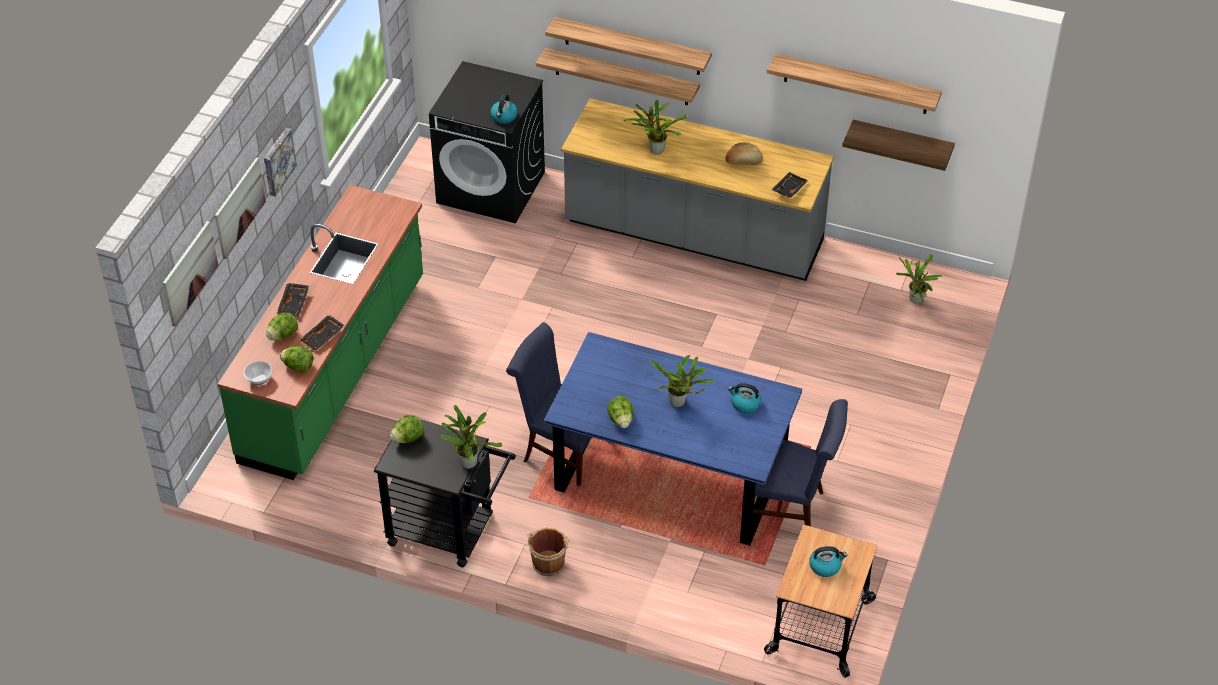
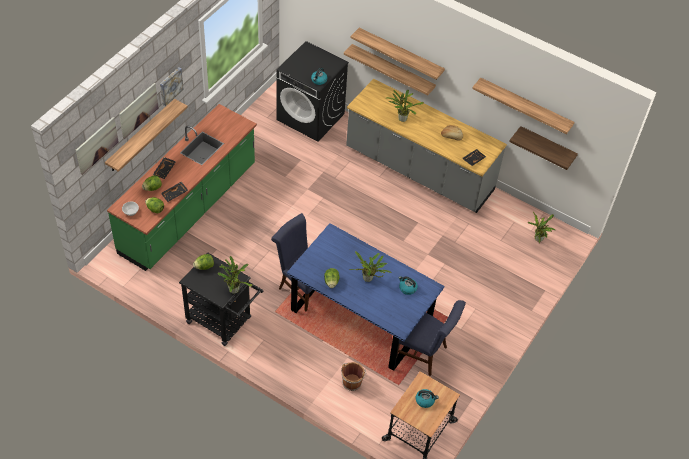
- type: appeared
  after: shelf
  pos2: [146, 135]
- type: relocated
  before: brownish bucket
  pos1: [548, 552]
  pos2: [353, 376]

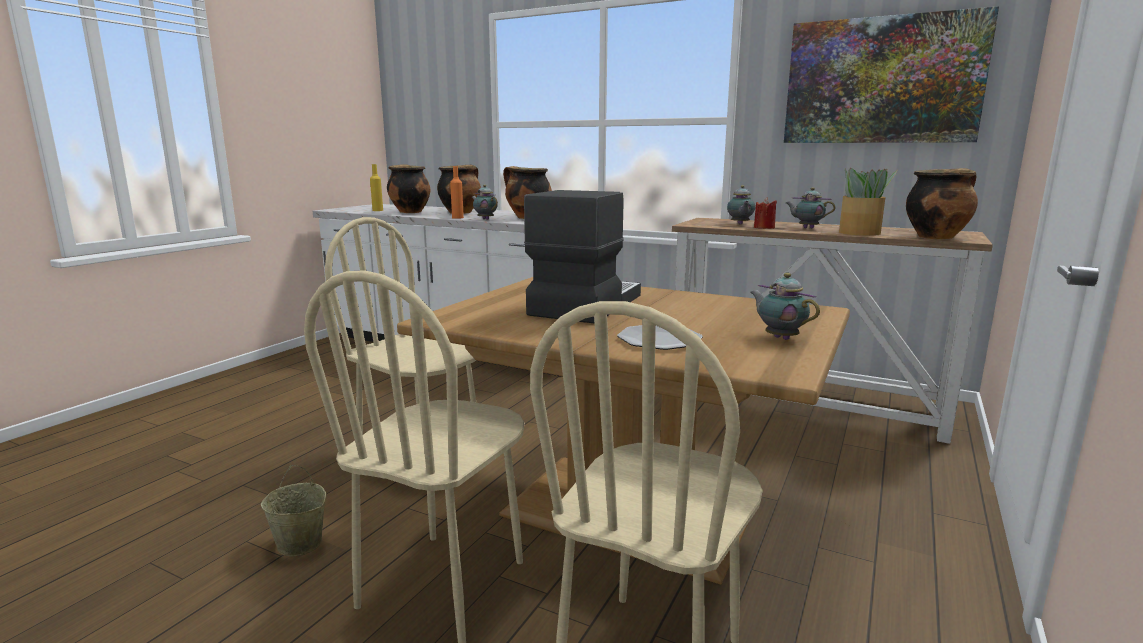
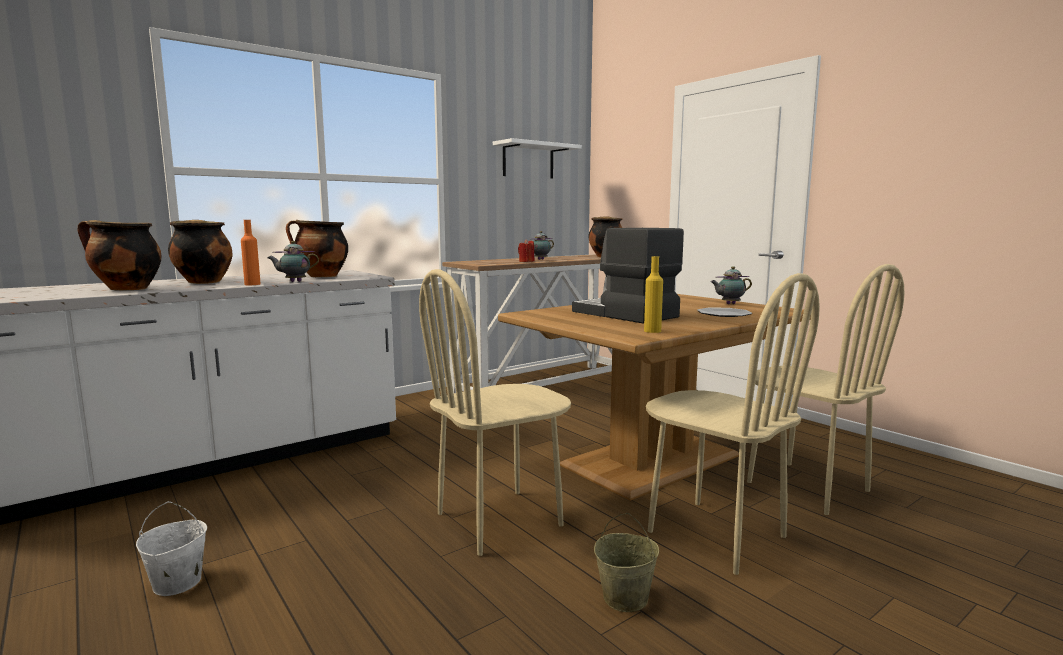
- type: appeared
  after: white bucket
  pos2: [171, 548]
- type: exchanged
  before: wall picture
  after: white shelf
  pos1: [891, 74]
  pos2: [537, 158]
- type: relocated
  before: yellowish beverage bottle
  pos1: [376, 187]
  pos2: [653, 294]
- type: missing
  before: tea pot
  pos1: [741, 205]
- type: missing
  before: plant in a pot
  pos1: [868, 202]

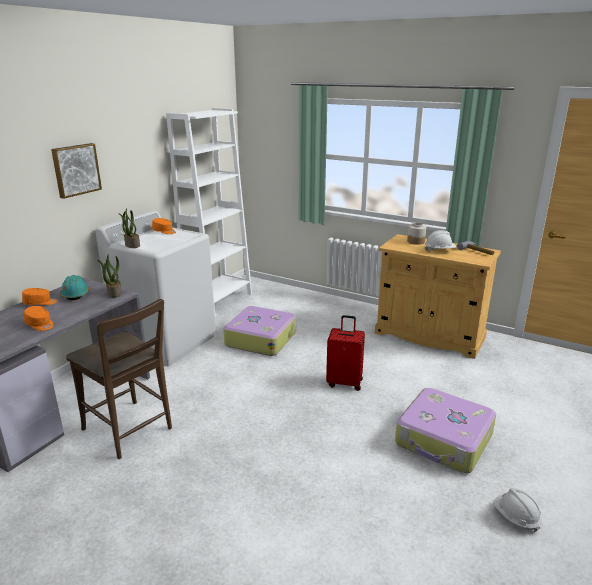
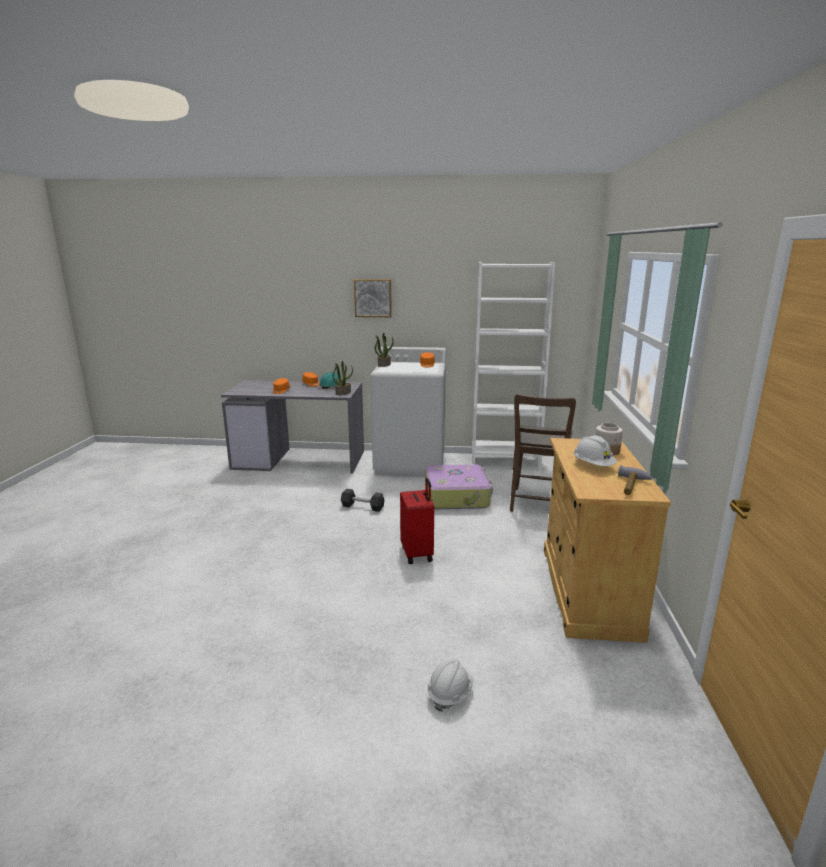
- type: appeared
  after: greyish free weight
  pos2: [363, 500]
- type: relocated
  before: white safety helmet
  pos1: [517, 510]
  pos2: [451, 685]
- type: relocated
  before: brownish upright chair
  pos1: [119, 379]
  pos2: [543, 453]
- type: missing
  before: suitcase
  pos1: [445, 430]

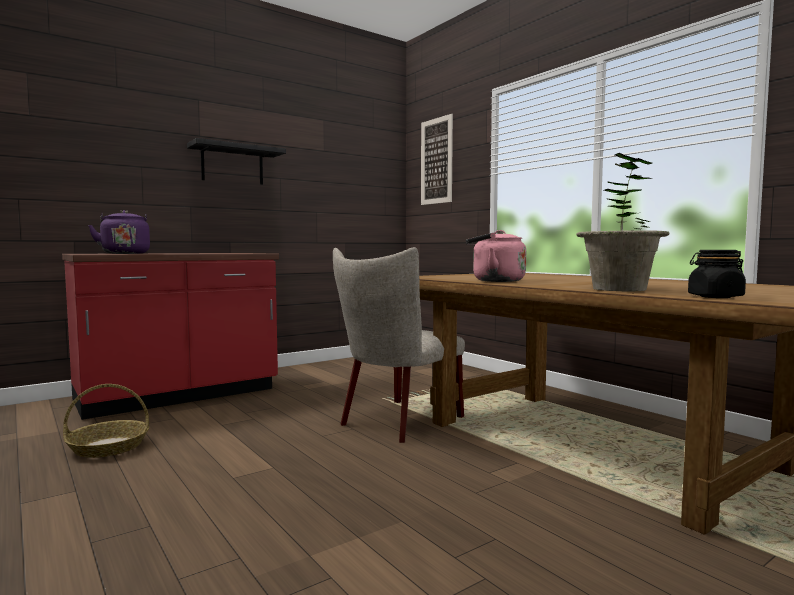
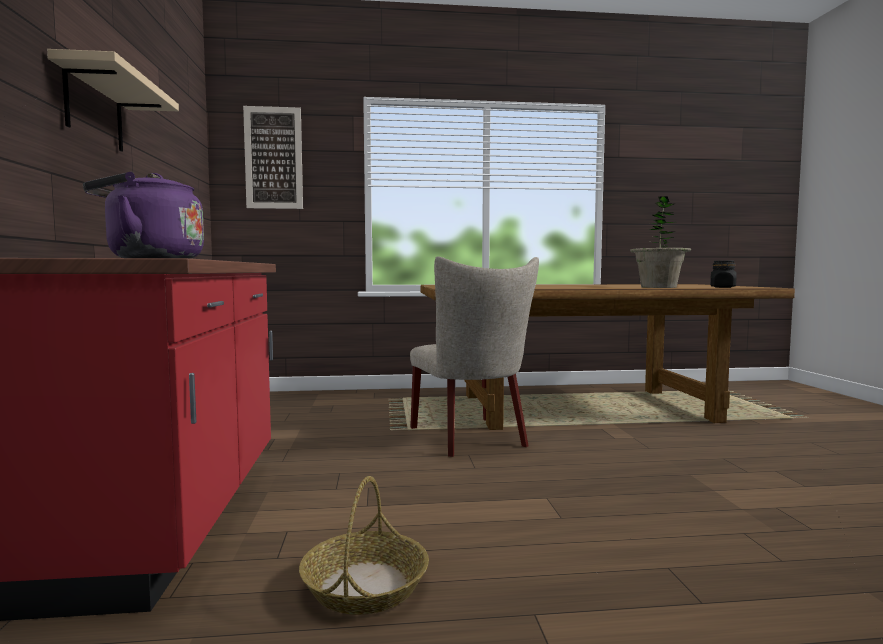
- type: colour
  before: black-coloured shelf
  after: beige shelf
  pos1: [236, 161]
  pos2: [113, 100]
- type: missing
  before: pink-coloured tea kettle
  pos1: [496, 256]

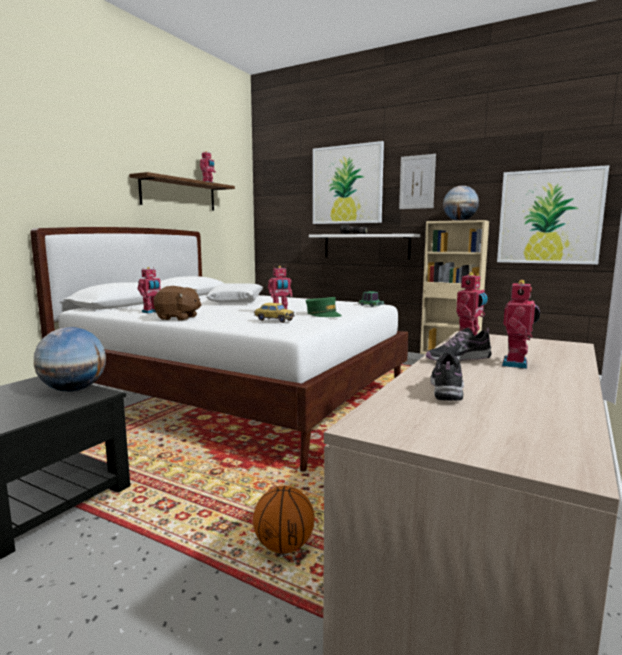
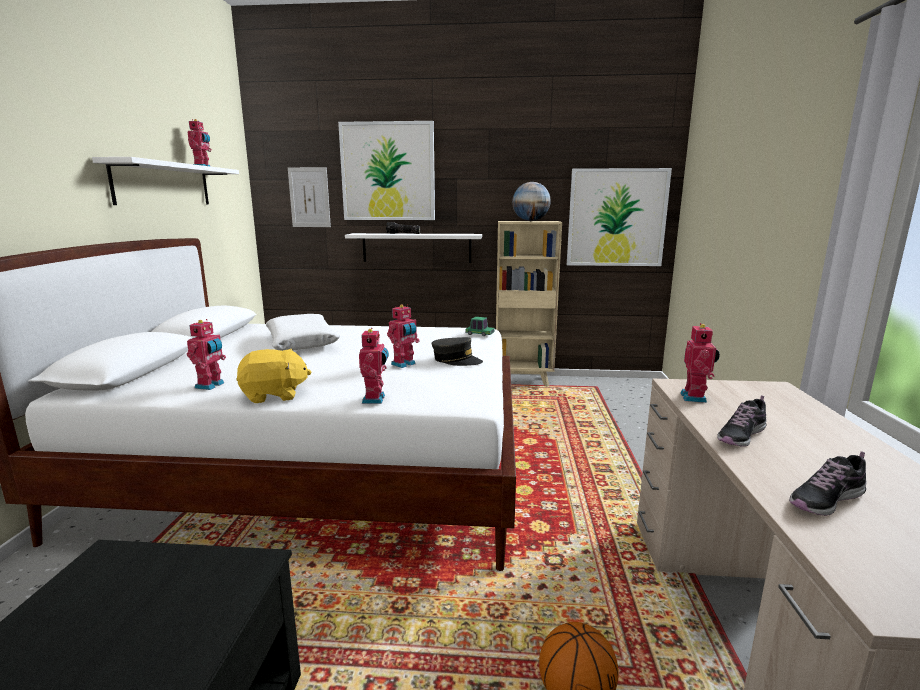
- type: colour
  before: brownish shelf
  after: white shelf
  pos1: [182, 191]
  pos2: [165, 181]
- type: colour
  before: brownish cuddly toy
  after: yellowish cuddly toy
  pos1: [177, 303]
  pos2: [273, 376]
- type: relocated
  before: wall picture
  pos1: [417, 181]
  pos2: [309, 197]
- type: relocated
  before: robot figure
  pos1: [521, 324]
  pos2: [374, 366]
- type: colour
  before: greenish peaked cap
  after: greyish peaked cap
  pos1: [324, 307]
  pos2: [457, 351]
- type: spun
  before: shoe
  pos1: [447, 377]
  pos2: [828, 483]
  turn: -105
- type: missing
  before: desk globe
  pos1: [70, 359]
- type: missing
  before: miniature car
  pos1: [274, 313]

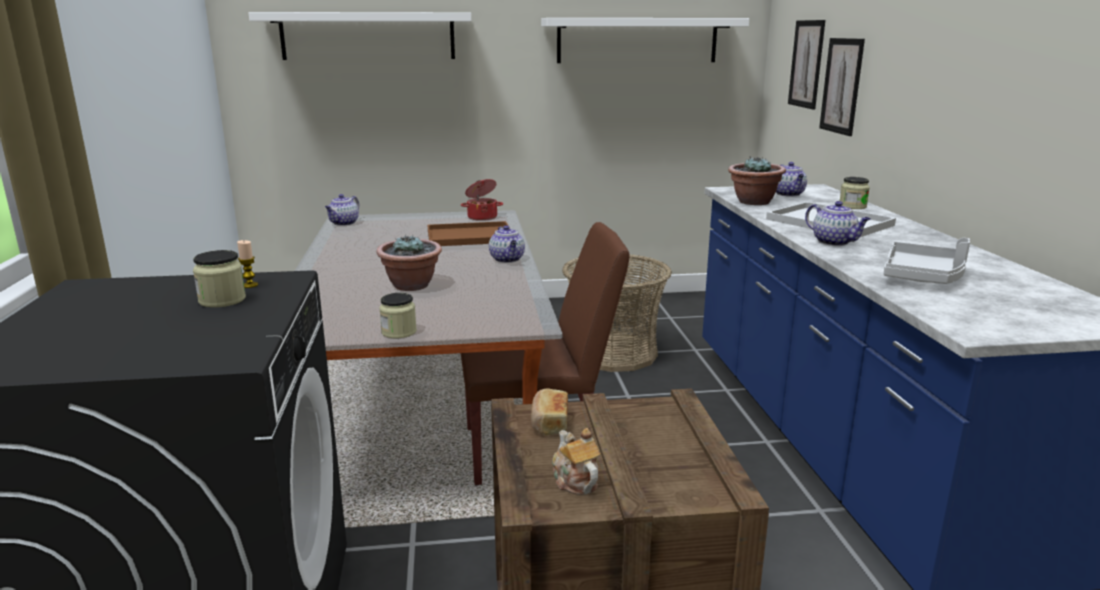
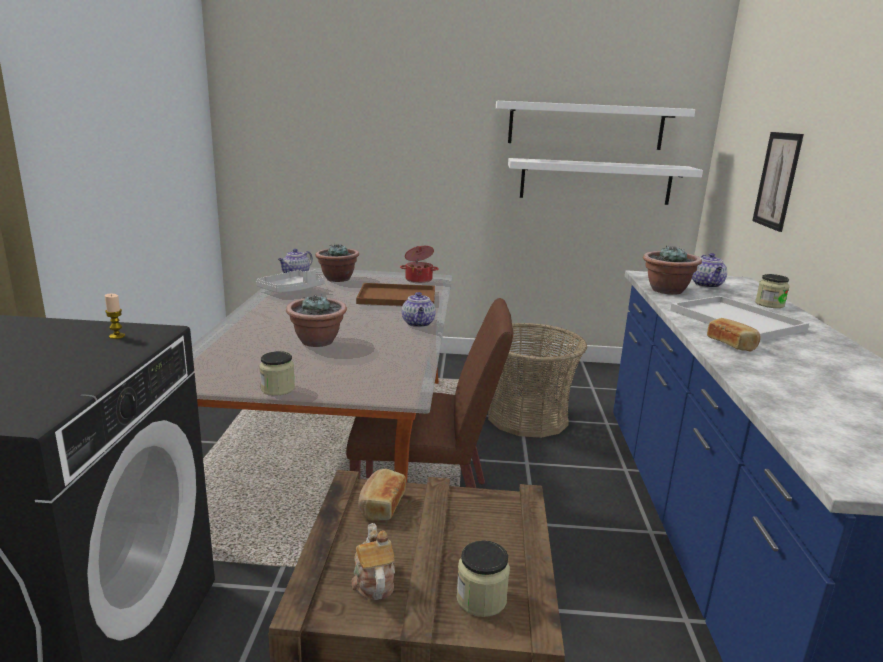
- type: relocated
  before: greyish tray
  pos1: [927, 261]
  pos2: [290, 281]
- type: appeared
  after: plant in a pot
  pos2: [337, 263]
- type: relocated
  before: preserve jar
  pos1: [219, 279]
  pos2: [483, 578]
- type: relocated
  before: white shelf
  pos1: [359, 36]
  pos2: [605, 181]
- type: exchanged
  before: tea pot
  after: baked bread
  pos1: [838, 223]
  pos2: [734, 334]
- type: missing
  before: wall picture
  pos1: [806, 64]

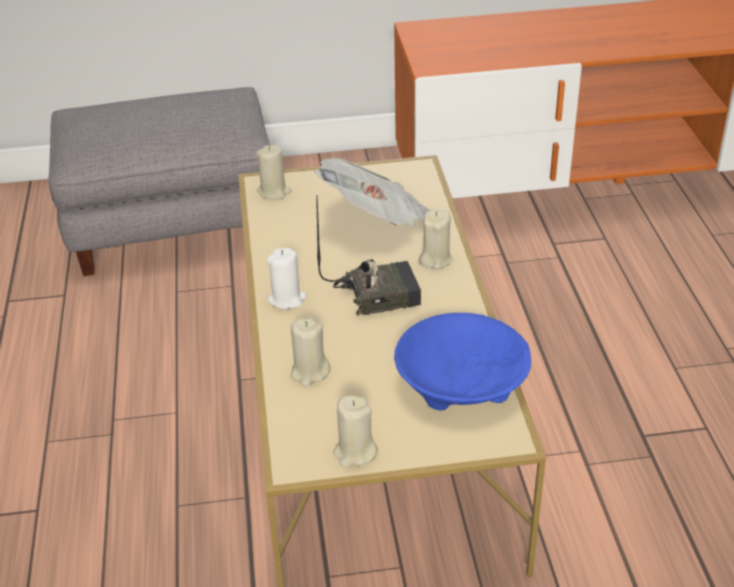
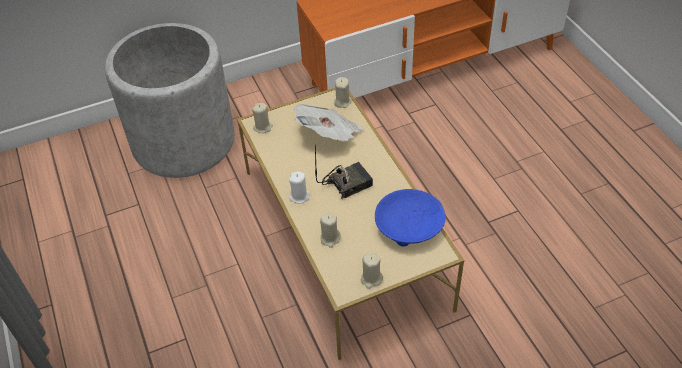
- type: exchanged
  before: greyish ottoman
  after: greyish flower pot
  pos1: [159, 181]
  pos2: [170, 100]
- type: relocated
  before: beige wax candle
  pos1: [436, 238]
  pos2: [342, 92]

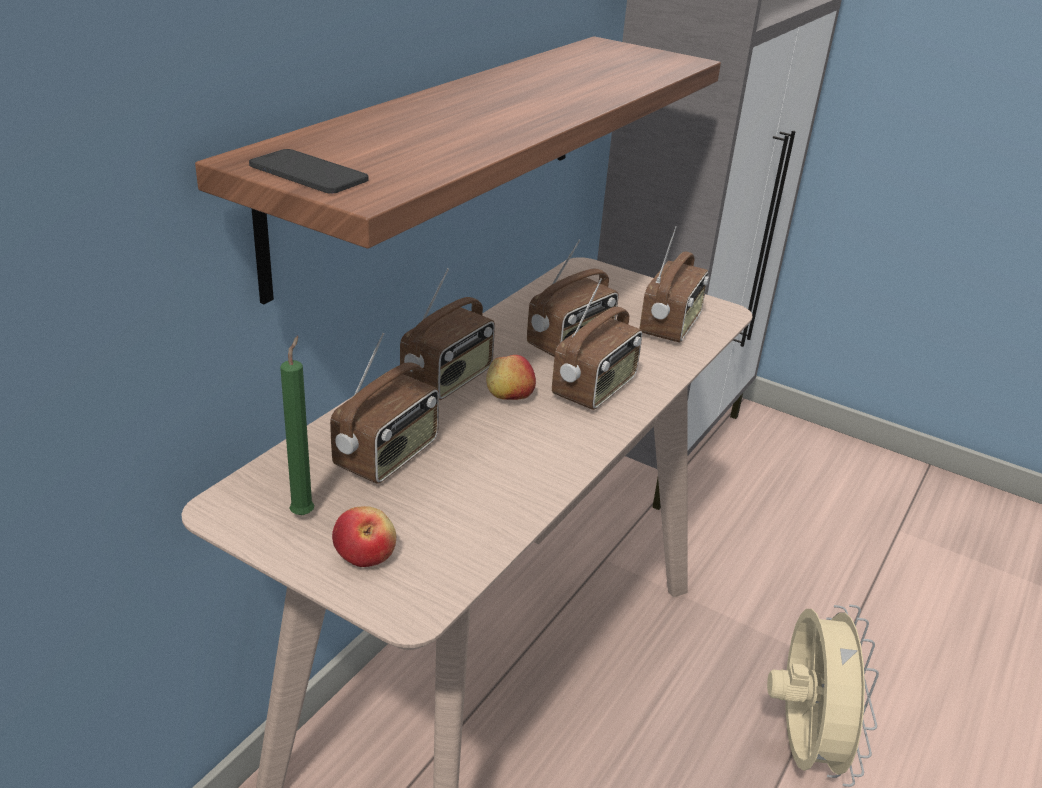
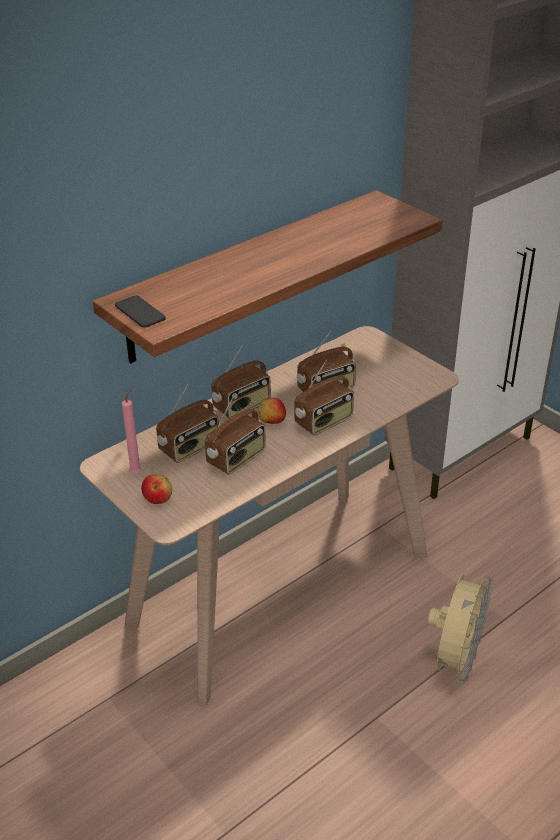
- type: colour
  before: greenish wax candle
  after: pink-coloured wax candle
  pos1: [297, 425]
  pos2: [132, 431]
- type: relocated
  before: radio receiver
  pos1: [674, 284]
  pos2: [235, 434]

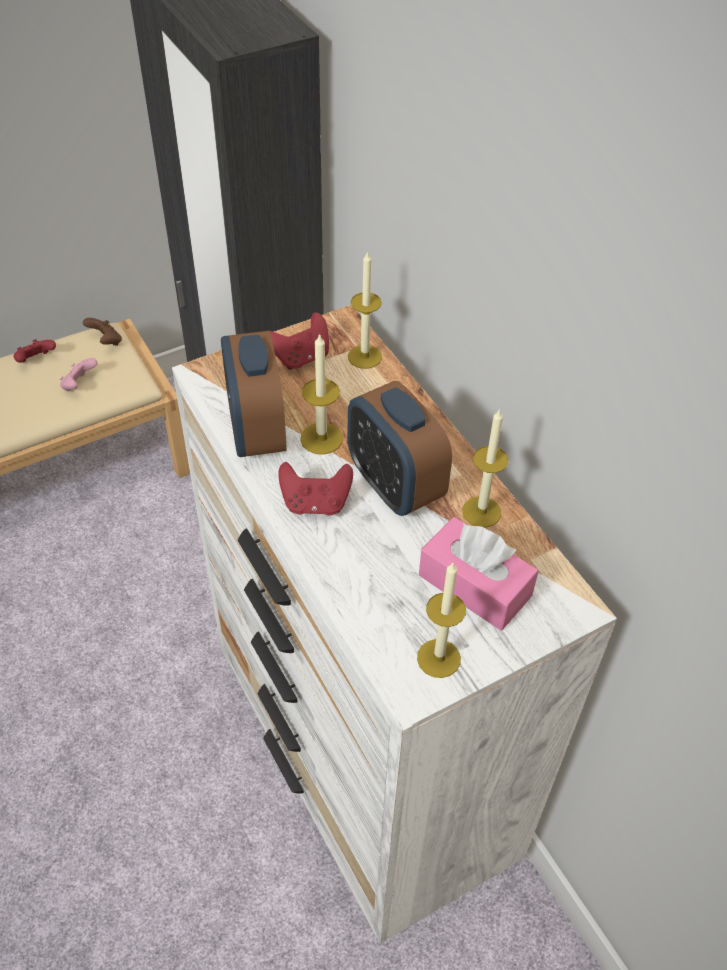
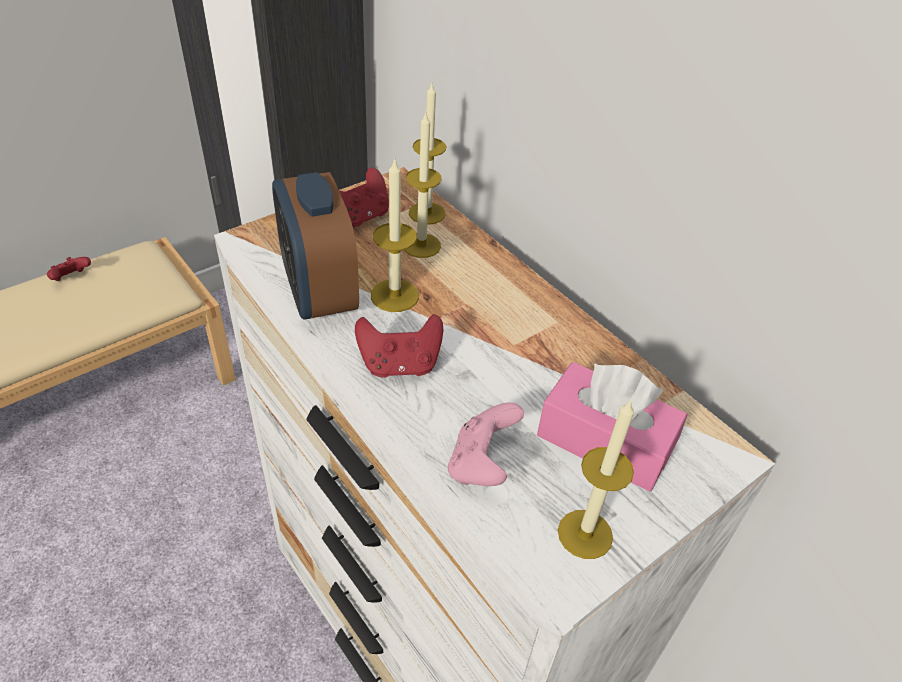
- type: relocated
  before: wax candle
  pos1: [485, 468]
  pos2: [423, 185]
- type: relocated
  before: pink-coloured game controller
  pos1: [79, 374]
  pos2: [486, 444]
- type: missing
  before: brownish game controller
  pos1: [102, 332]
- type: missing
  before: alarm clock
  pos1: [400, 448]

